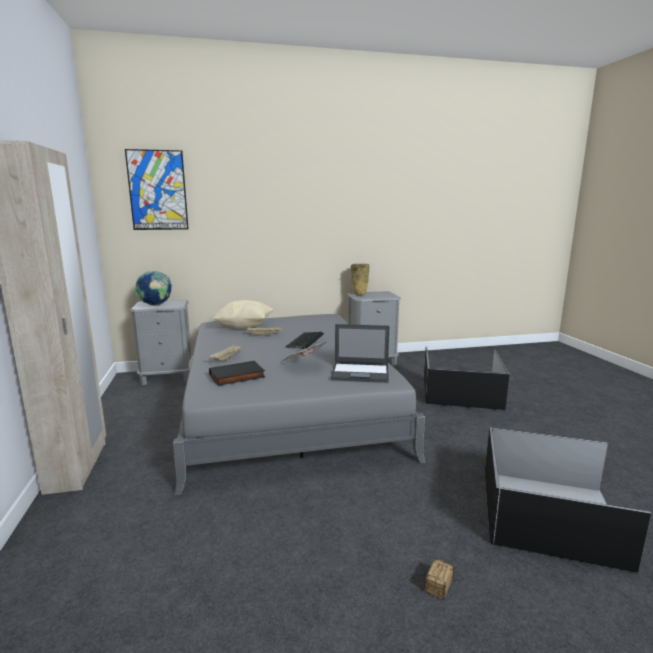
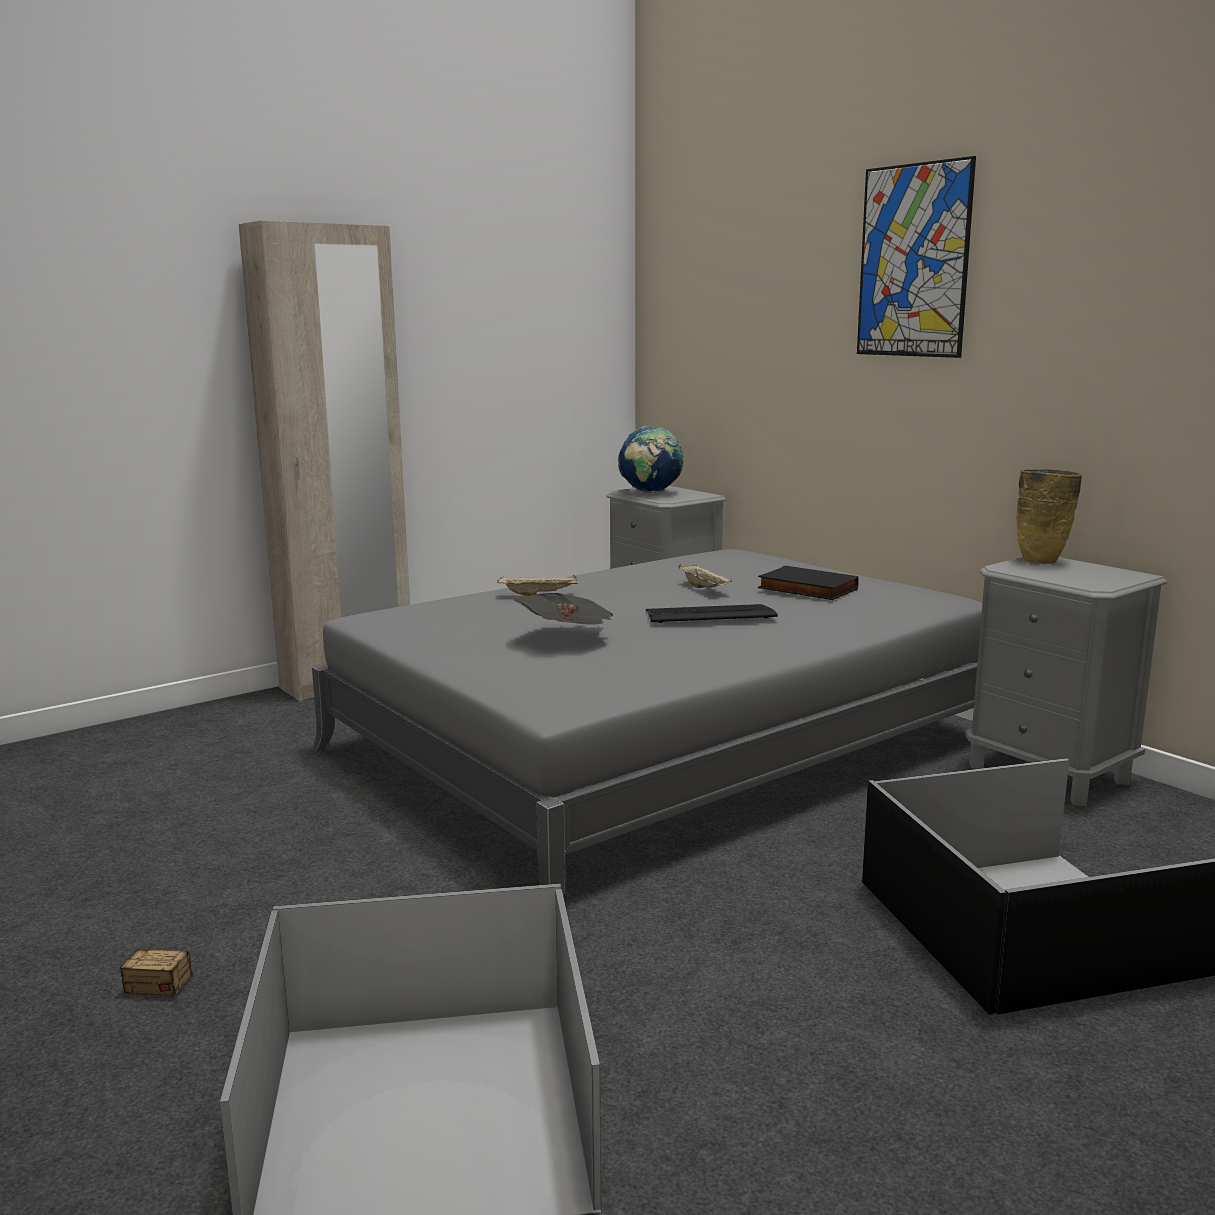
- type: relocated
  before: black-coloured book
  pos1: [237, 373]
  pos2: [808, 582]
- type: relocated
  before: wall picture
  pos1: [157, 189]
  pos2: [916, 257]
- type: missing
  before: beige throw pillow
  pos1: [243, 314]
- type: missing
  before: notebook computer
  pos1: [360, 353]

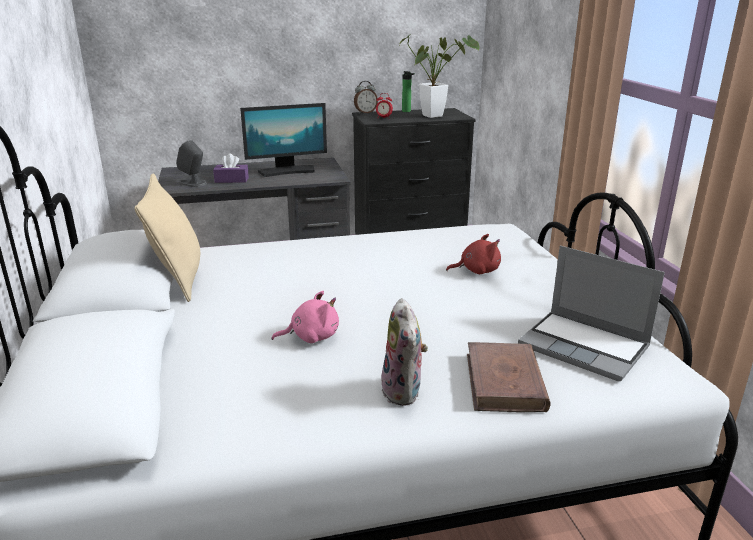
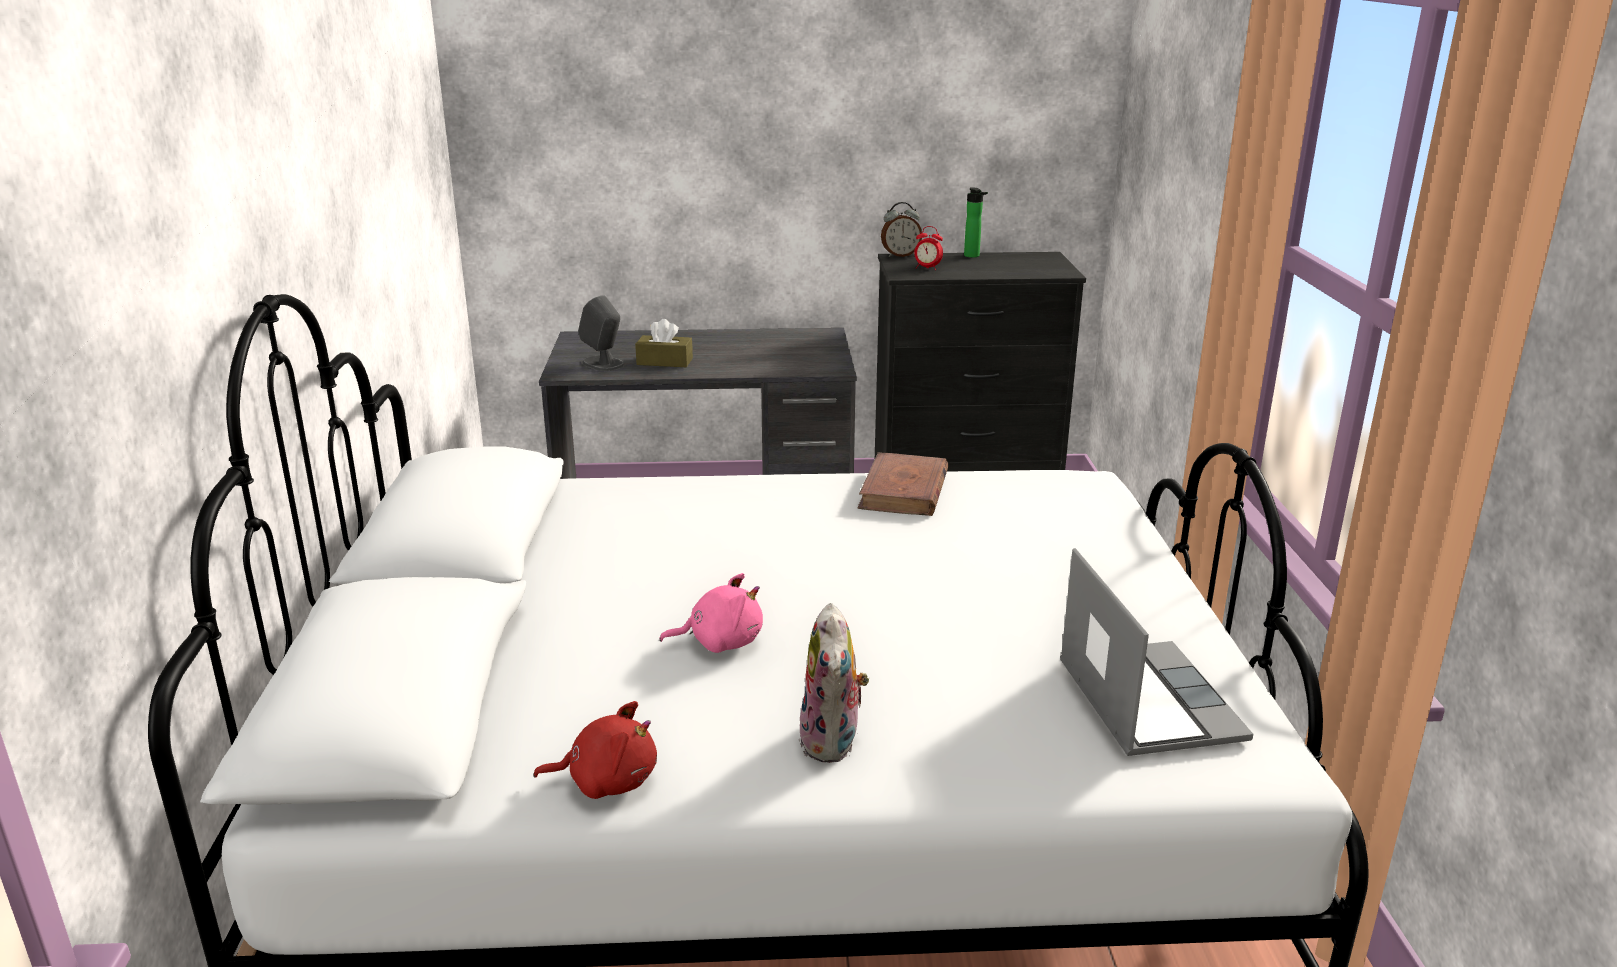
- type: relocated
  before: reddish cuddly toy
  pos1: [473, 254]
  pos2: [595, 750]
- type: colour
  before: purple-coloured tissue holder
  after: brownish tissue holder
  pos1: [231, 168]
  pos2: [664, 343]
- type: relocated
  before: brownish book
  pos1: [509, 377]
  pos2: [902, 484]
- type: spun
  before: notebook computer
  pos1: [591, 313]
  pos2: [1156, 652]
  turn: -150
- type: missing
  before: beige throw pillow
  pos1: [167, 237]
- type: missing
  before: computer display
  pos1: [283, 140]
- type: missing
  before: plant in a pot
  pos1: [439, 76]

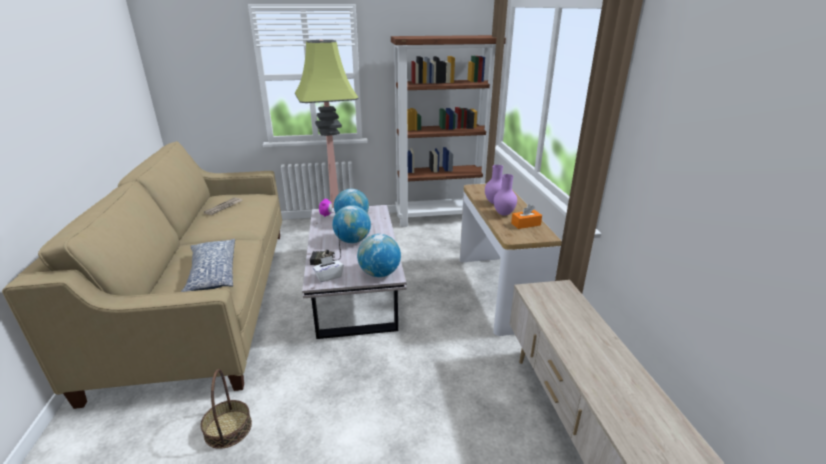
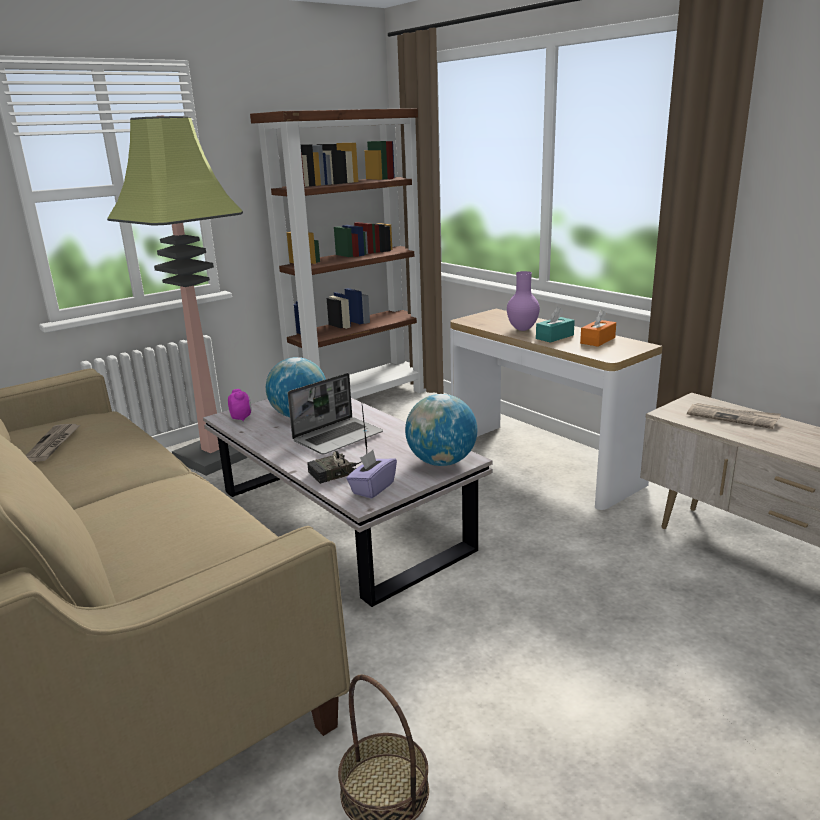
- type: exchanged
  before: desk globe
  after: notebook computer
  pos1: [351, 224]
  pos2: [335, 413]
- type: colour
  before: white tissue holder
  after: purple-coloured tissue holder
  pos1: [328, 269]
  pos2: [371, 474]
- type: exchanged
  before: purple-coloured vase
  after: turquoise-coloured tissue holder
  pos1: [505, 195]
  pos2: [555, 325]
- type: appeared
  after: printed paper
  pos2: [734, 416]
- type: missing
  before: throw pillow
  pos1: [208, 265]

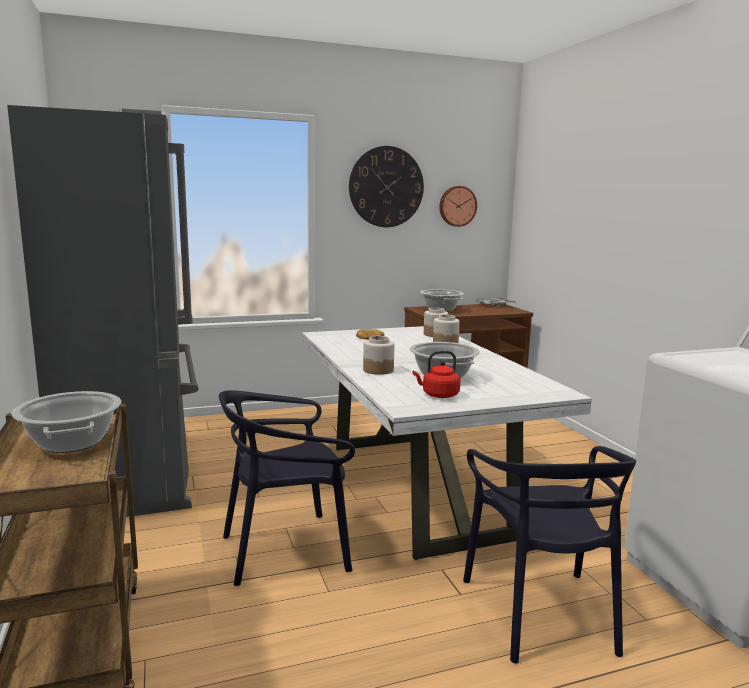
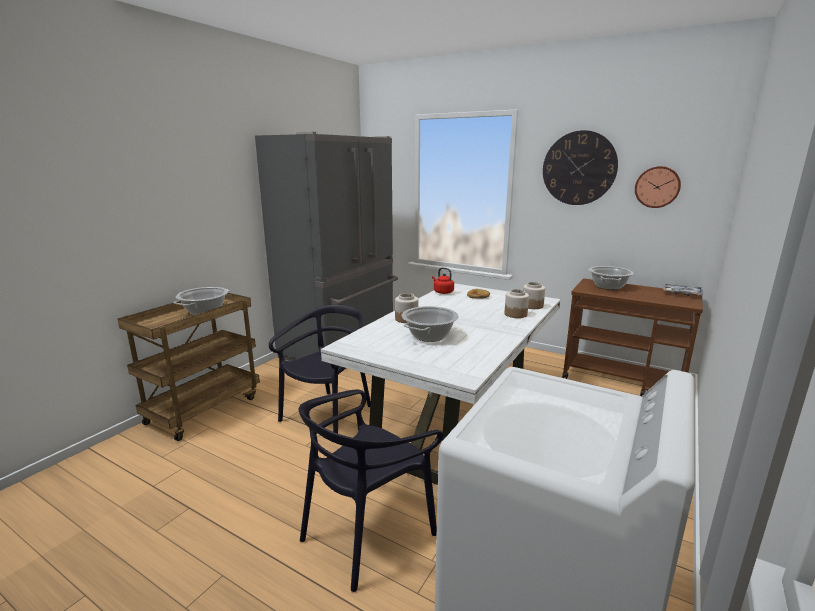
- type: spun
  before: black-coloured upright chair
  pos1: [287, 488]
  pos2: [320, 369]
  turn: 90
- type: relocated
  before: reddish tea kettle
  pos1: [436, 374]
  pos2: [443, 280]

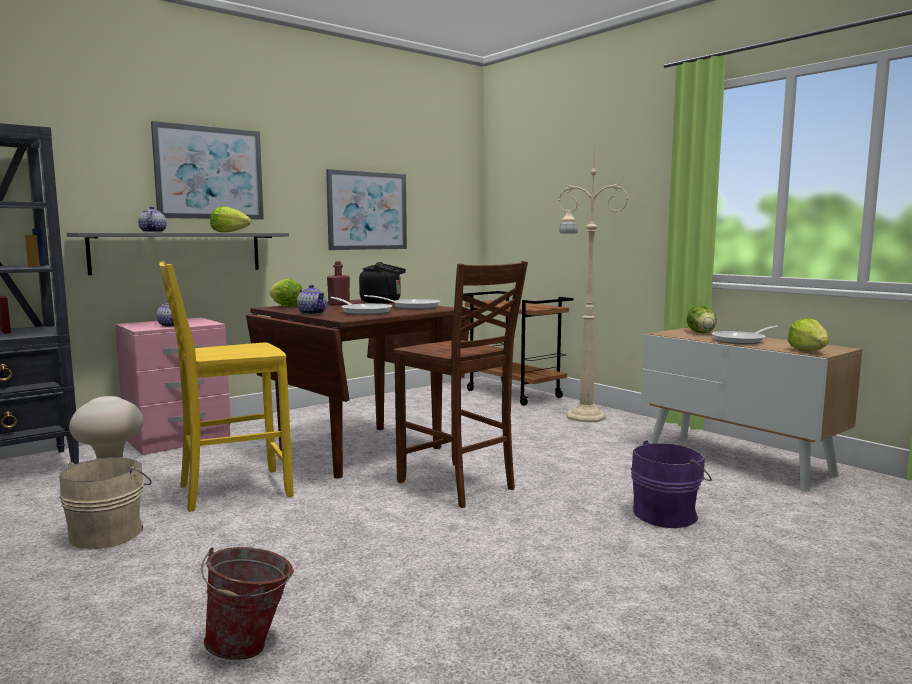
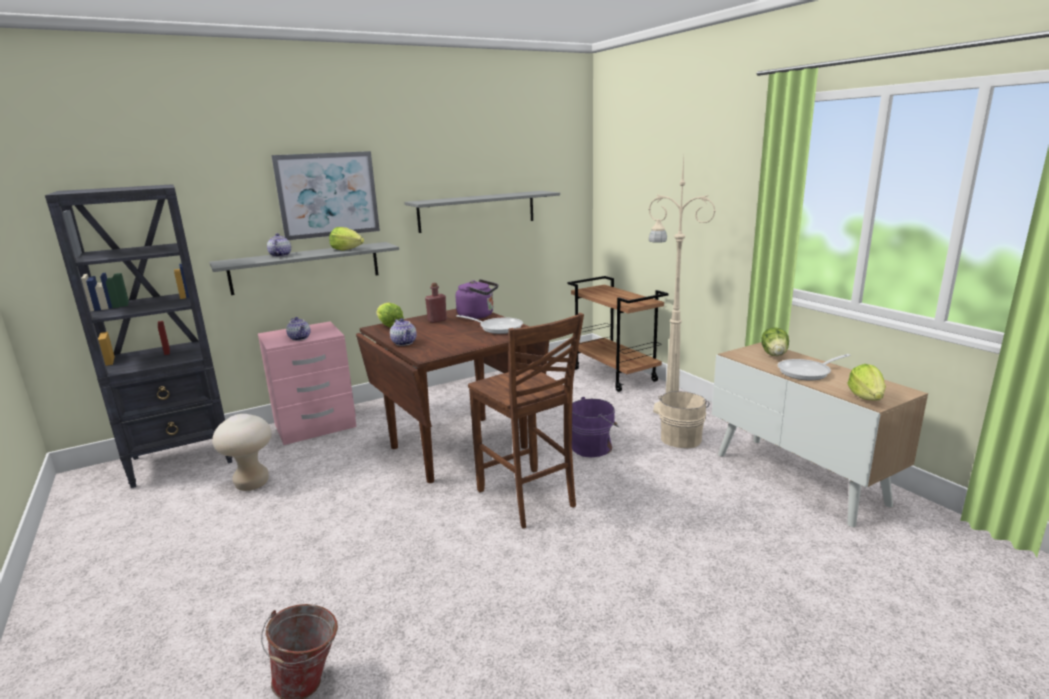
- type: exchanged
  before: wall picture
  after: greyish shelf
  pos1: [366, 209]
  pos2: [482, 212]
- type: colour
  before: black-coloured tea kettle
  after: purple-coloured tea kettle
  pos1: [382, 283]
  pos2: [477, 299]
- type: relocated
  before: purple-coloured bucket
  pos1: [671, 484]
  pos2: [595, 427]
- type: relocated
  before: beige bucket
  pos1: [105, 503]
  pos2: [684, 419]
- type: missing
  before: yellowish upright chair
  pos1: [226, 386]
- type: missing
  before: frying pan
  pos1: [361, 306]

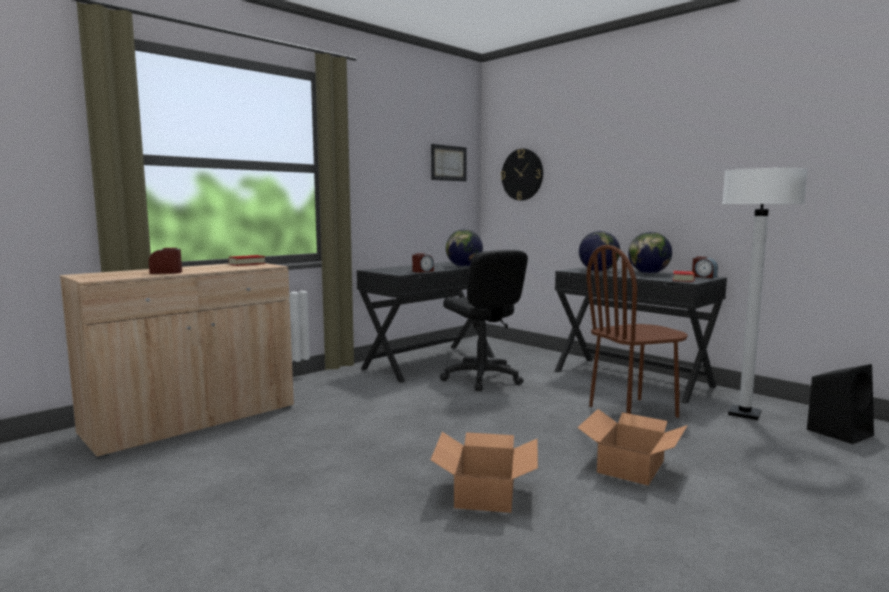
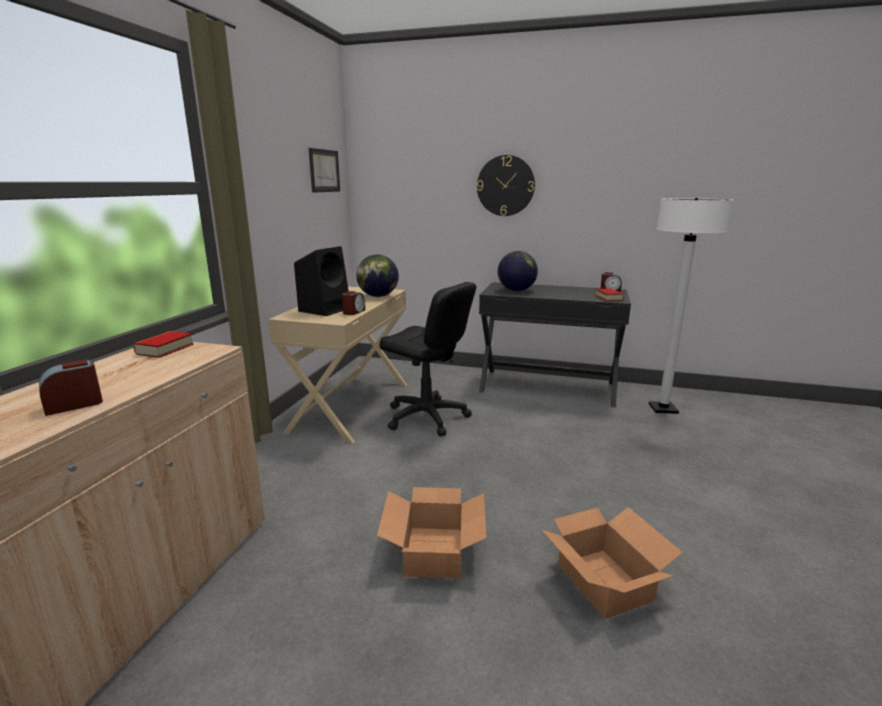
- type: colour
  before: black-coloured desk table
  after: beige desk table
  pos1: [426, 322]
  pos2: [337, 365]
- type: relocated
  before: black-coloured audio speaker
  pos1: [840, 404]
  pos2: [321, 281]
- type: relocated
  before: carton
  pos1: [632, 447]
  pos2: [431, 533]
- type: relocated
  before: clock on the wall
  pos1: [522, 175]
  pos2: [506, 185]
- type: missing
  before: brownish upright chair
  pos1: [637, 331]
- type: missing
  before: desk globe
  pos1: [650, 253]

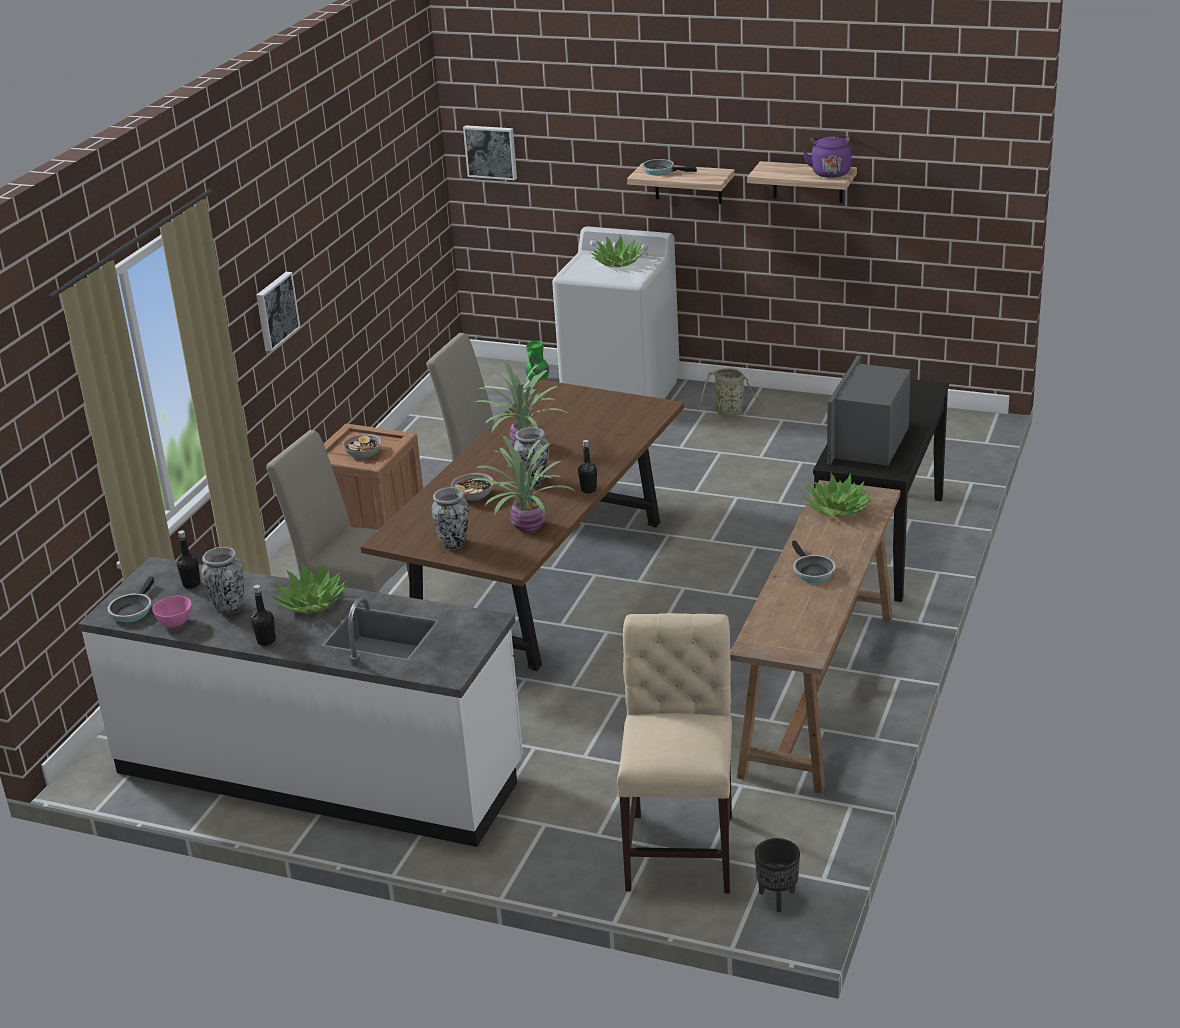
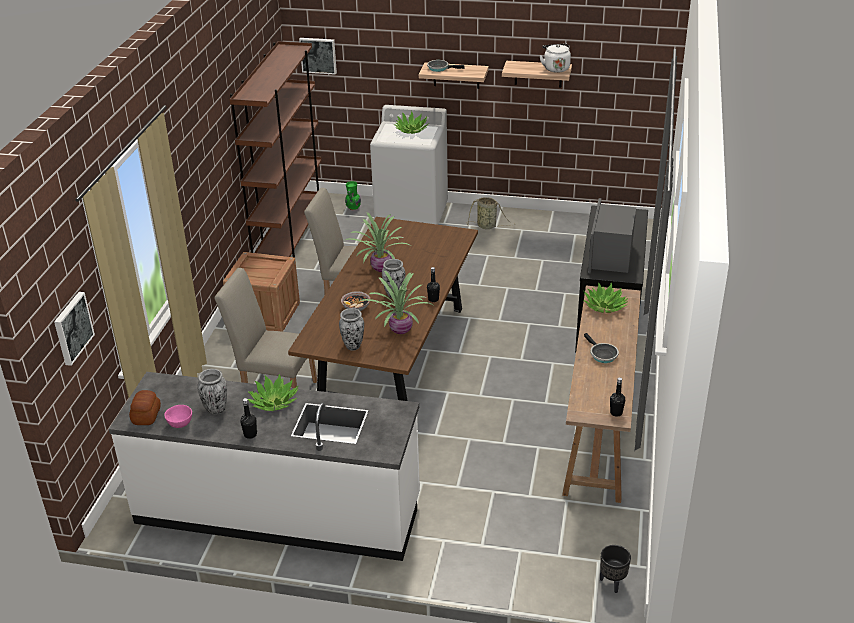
- type: relocated
  before: wall picture
  pos1: [278, 312]
  pos2: [74, 329]
- type: exchanged
  before: frying pan
  after: baked bread
  pos1: [131, 599]
  pos2: [145, 407]
- type: appeared
  after: brownish bookshelf
  pos2: [275, 149]
- type: colour
  before: purple-coloured tea kettle
  after: white tea kettle
  pos1: [827, 157]
  pos2: [555, 58]
- type: relocated
  before: black-coloured beverage bottle
  pos1: [189, 559]
  pos2: [617, 397]
- type: missing
  before: serving bowl
  pos1: [362, 446]
- type: missing
  before: beige upright chair
  pos1: [674, 753]

